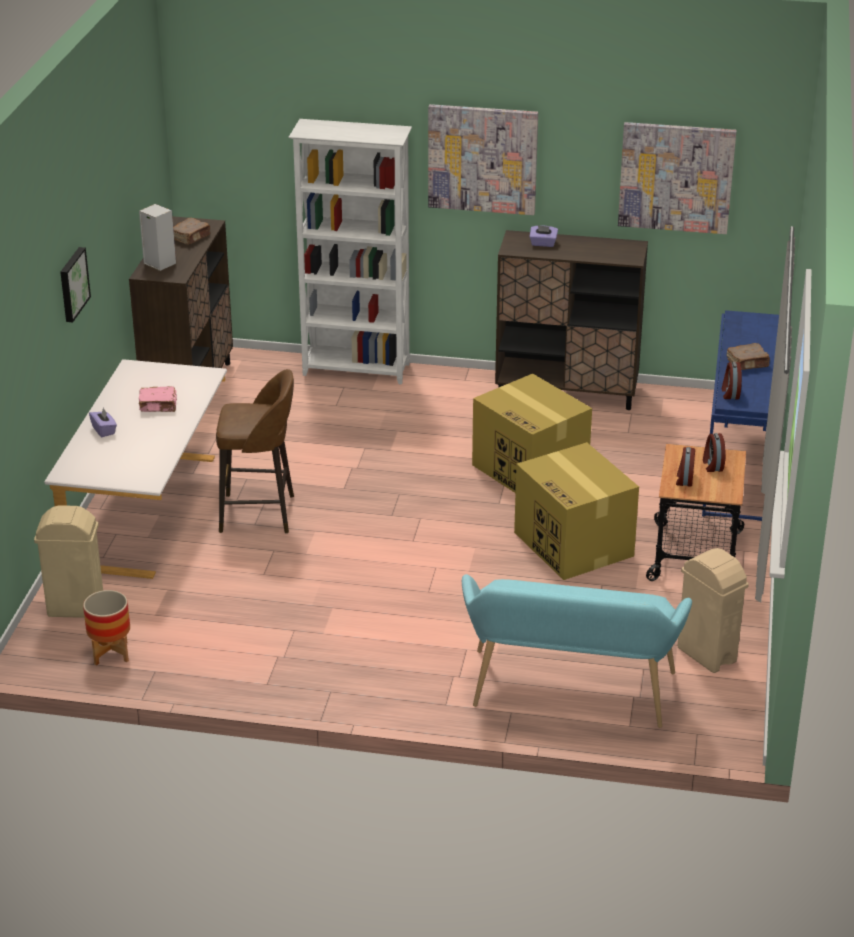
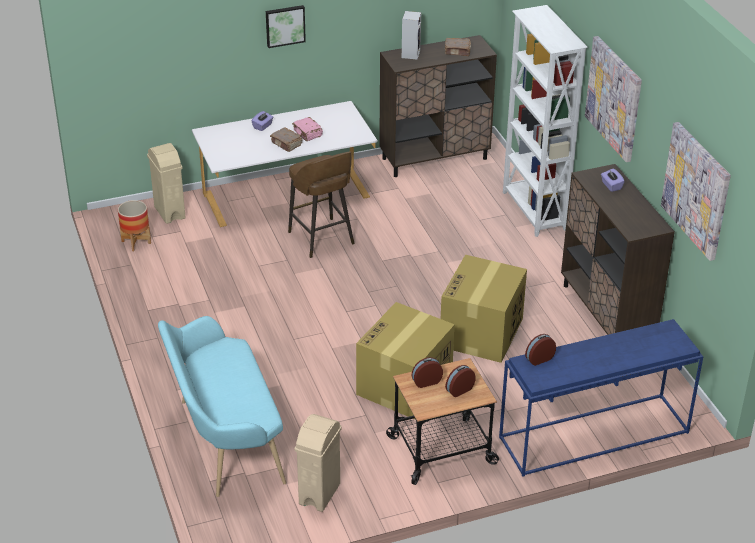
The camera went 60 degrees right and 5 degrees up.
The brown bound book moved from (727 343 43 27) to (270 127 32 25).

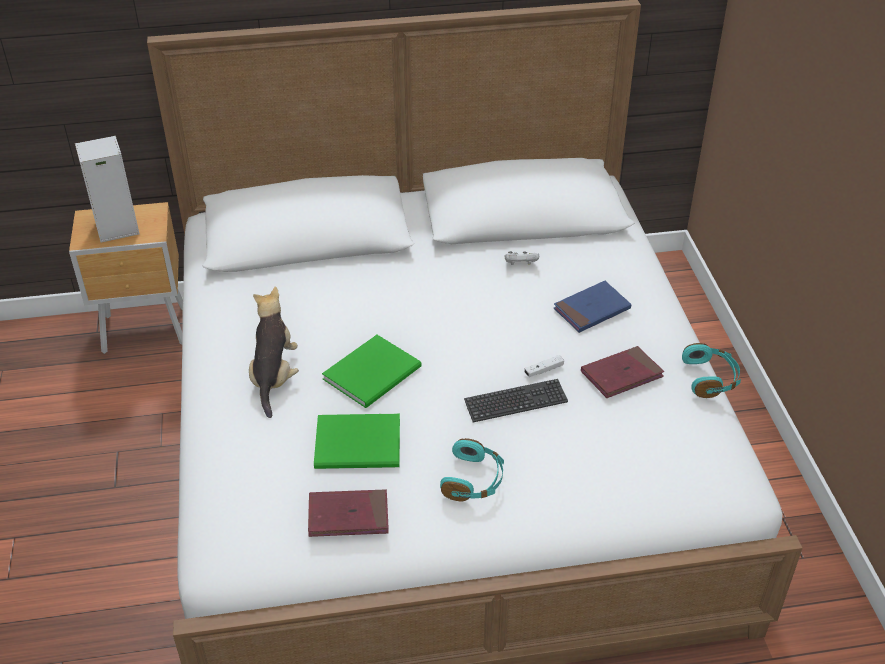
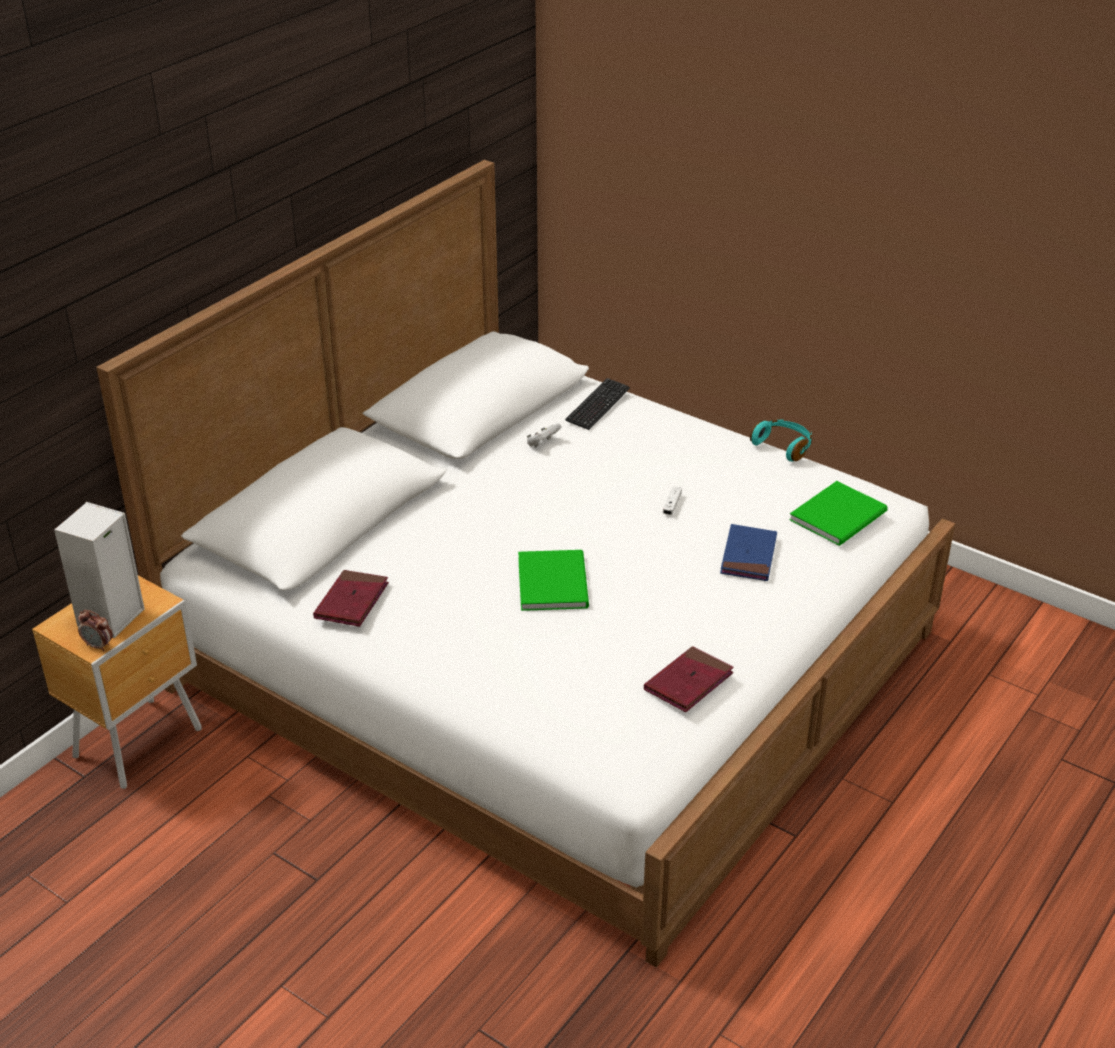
The camera went 45 degrees left and 5 degrees down.
The blue-coloured bound book moved from (554 281 77 52) to (720 524 57 57).
The cuddly toy at (249 287 50 131) disappeared.
The red bound book moved from (581 346 83 52) to (313 570 76 57).
The PC keyboard moved from (464 379 104 44) to (565 378 65 52).
The greenish bound book moved from (314 414 86 55) to (789 481 99 65).
The turquoise-coloured headset at (440 438 64 63) disappeared.
The table clock at (78 610 35 42) appeared.

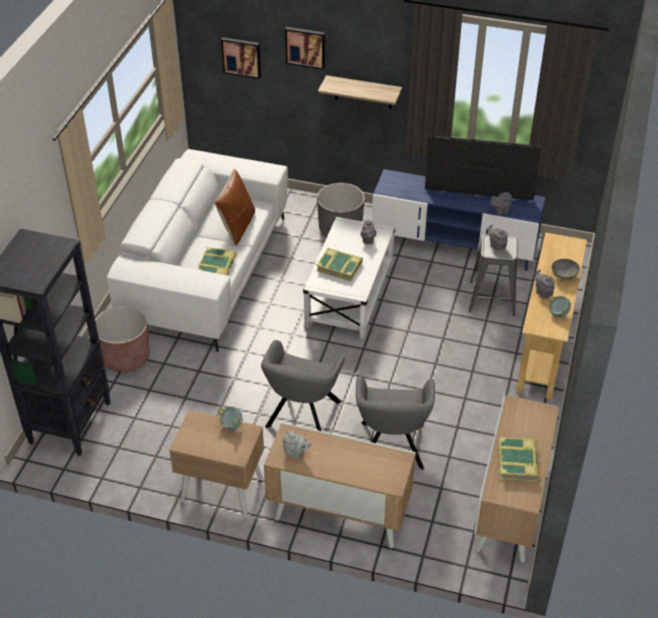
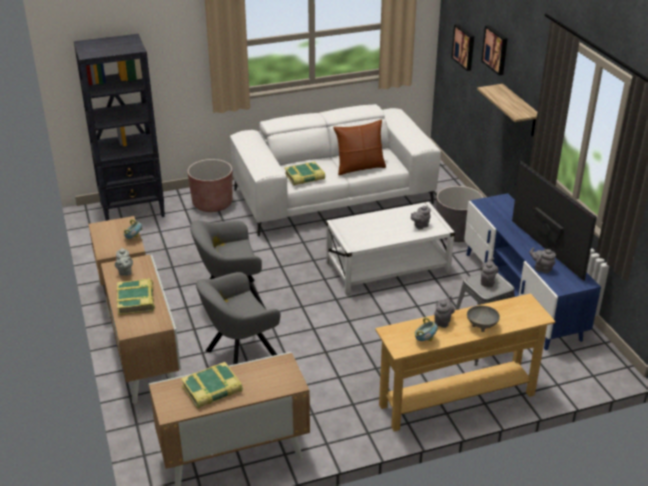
The camera went 55 degrees right and 10 degrees down.
The bound book moved from (316 248 47 33) to (117 278 38 37).

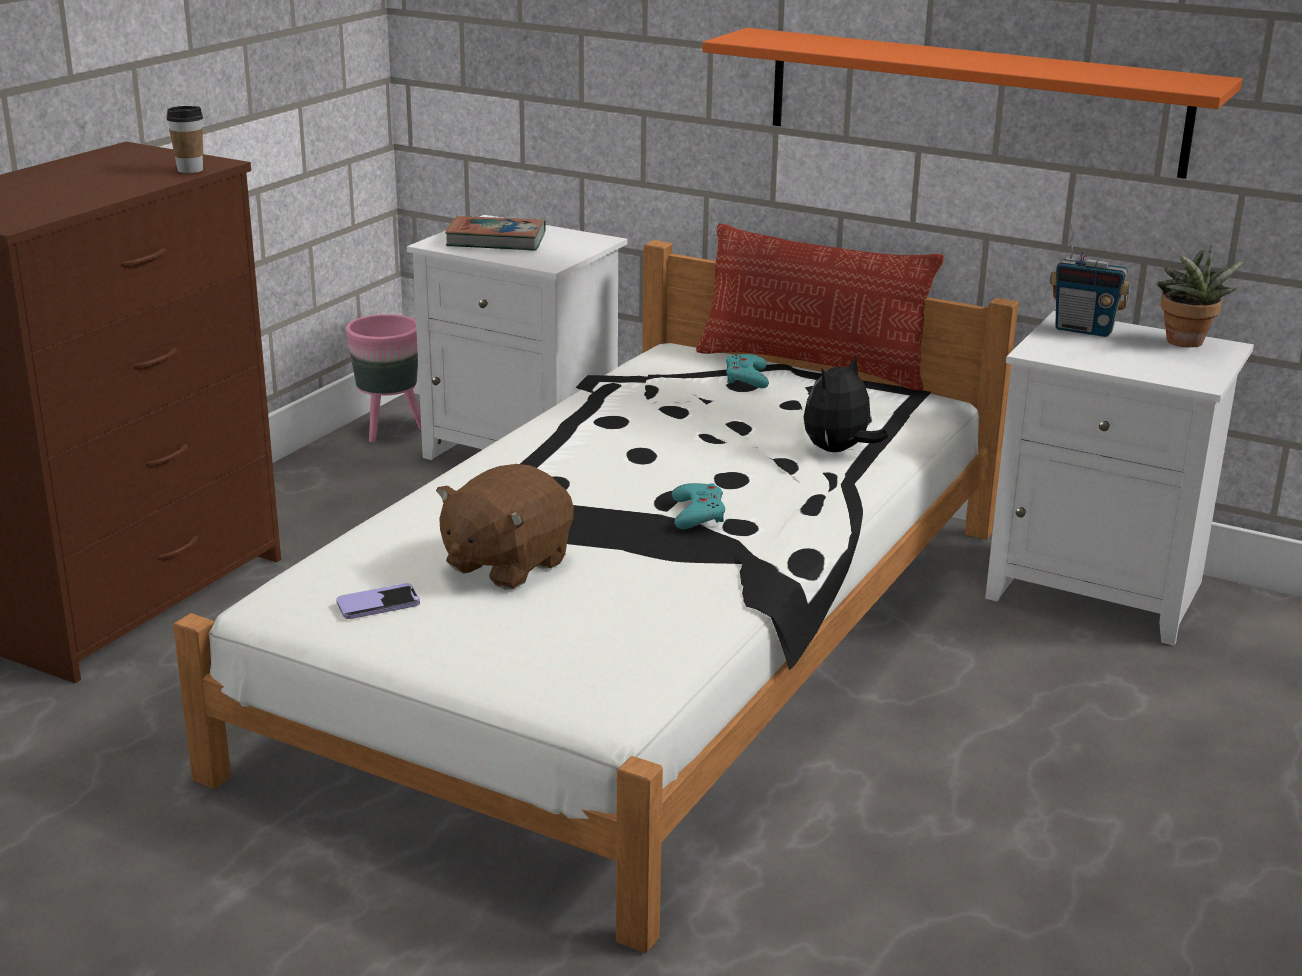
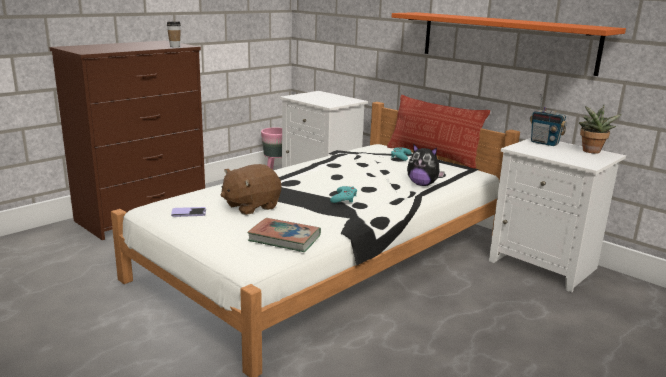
The camera went 15 degrees right and 5 degrees down.
The bound book moved from (445 216 100 35) to (247 218 74 34).
The cuddly toy at (804 354 84 98) turned 120 degrees counterclockwise.

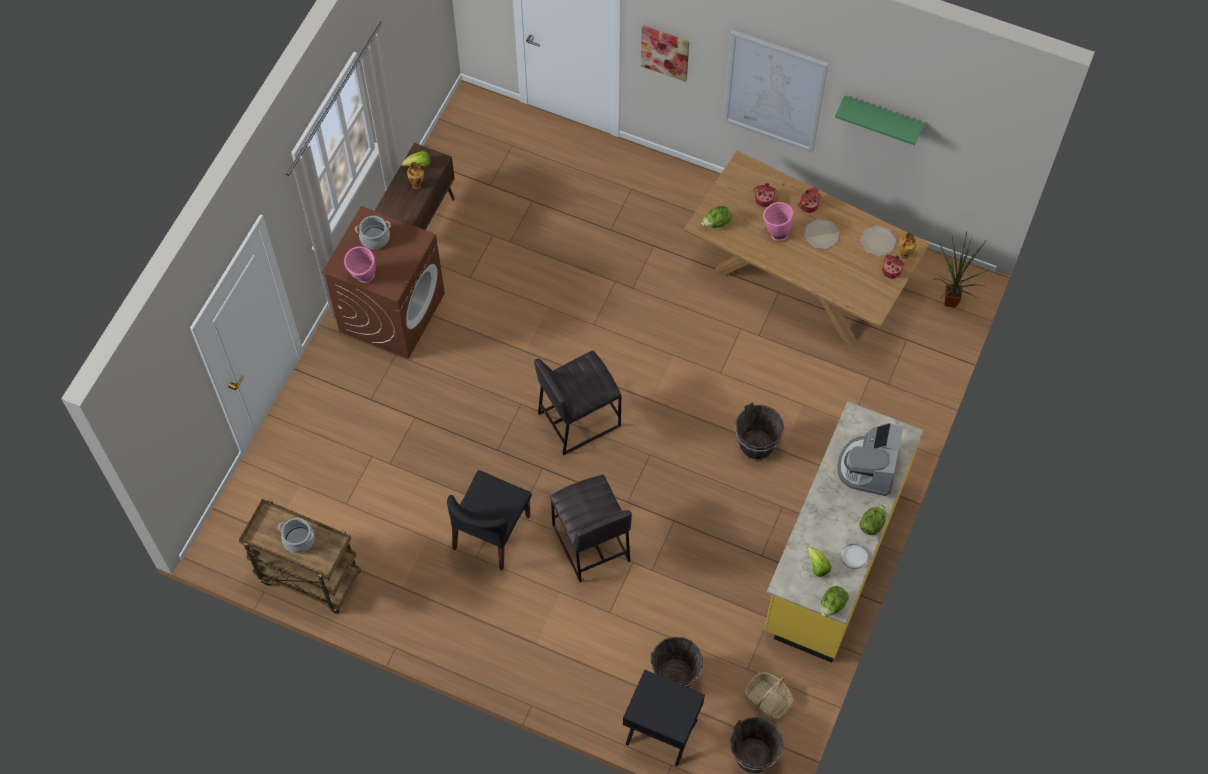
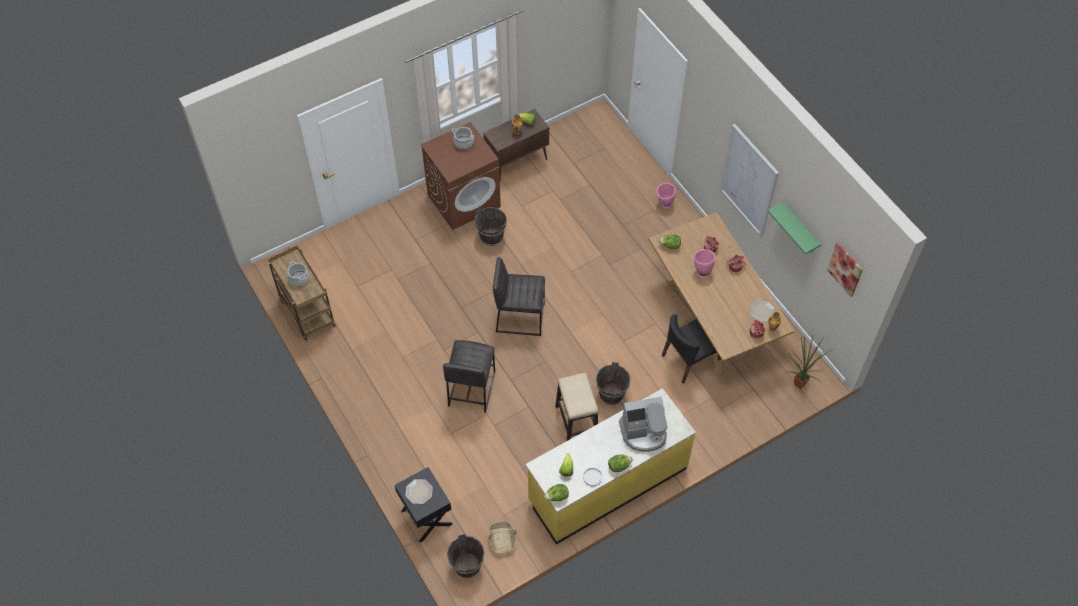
The camera went 35 degrees right and 5 degrees down.
The wall picture moved from (641 25 48 57) to (827 242 36 55).
The flat dish moved from (804 219 35 30) to (405 479 28 25).
The pinkish decorative vase moved from (344 246 32 37) to (656 183 20 25).
The coffee maker at (837 423 66 73) turned 150 degrees counterclockwise.
The black-coloured chair moved from (447 470 85 101) to (662 314 59 70).
The brown water bucket moved from (650 637 54 51) to (475 207 32 39).
The stool at (555 373 43 68) appeared.

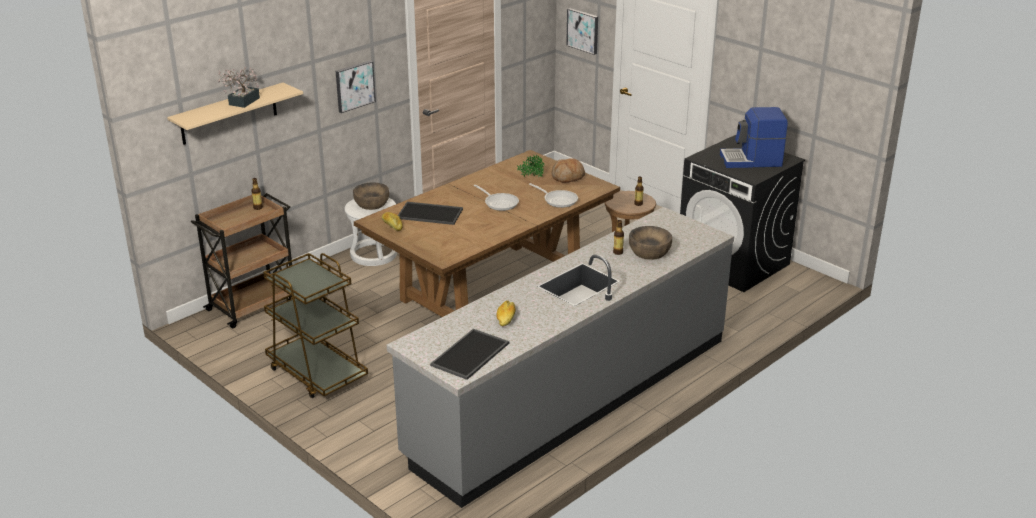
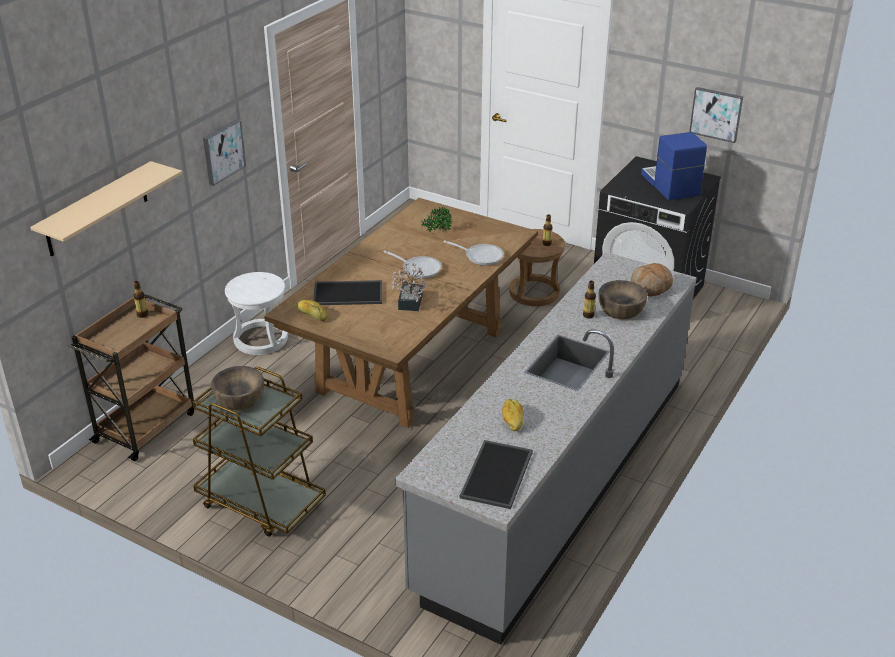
The camera went 15 degrees left and 5 degrees up.
The wall picture moved from (566 8 32 47) to (689 87 54 56).
The plant in a pot moved from (218 67 42 41) to (392 263 36 48).
The coffee maker at (720 107 68 61) turned 90 degrees clockwise.
The baked bread moved from (552 158 33 25) to (631 263 42 34).
The brown serving bowl moved from (353 182 36 28) to (211 366 53 44).

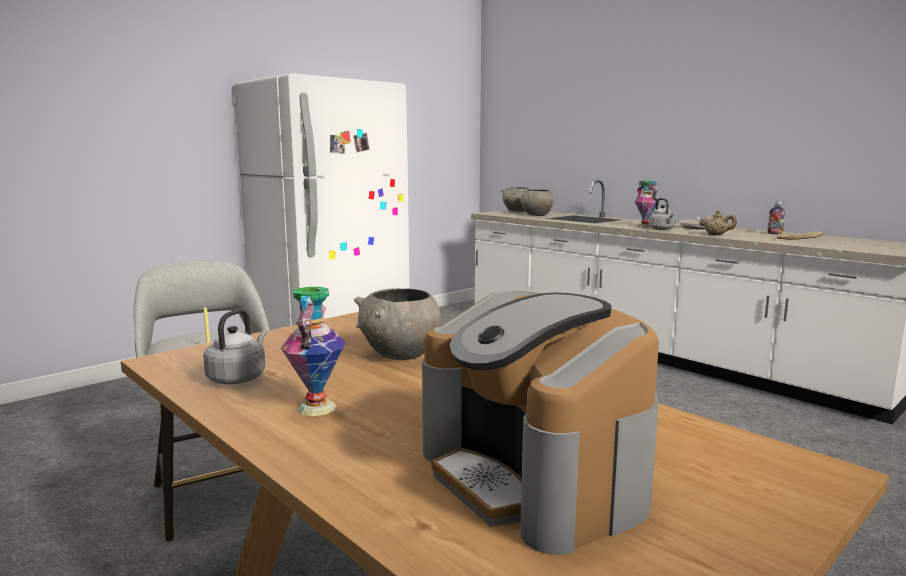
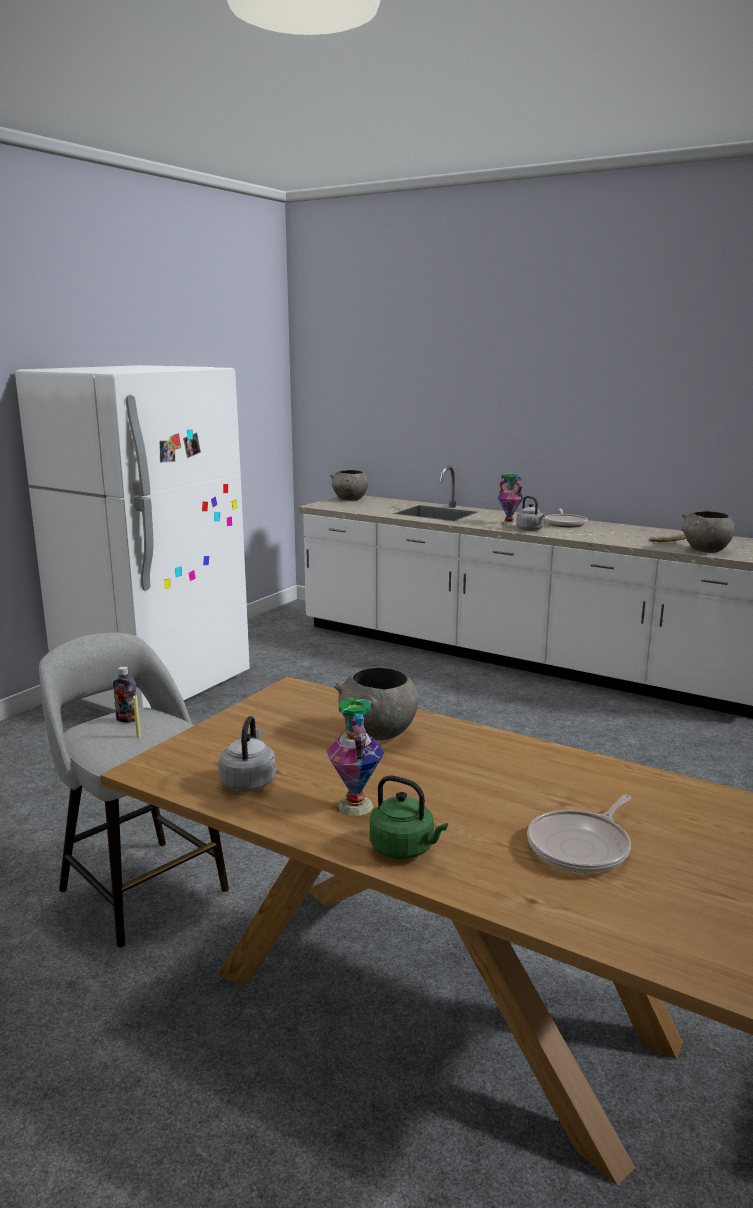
The camera went 15 degrees left and 5 degrees up.
The grey serving bowl moved from (520 189 33 27) to (681 511 53 42).
The drink bottle moved from (767 201 18 33) to (113 666 24 56).
The sand-coloured teapot at (699 210 38 25) disappeared.
The coffee maker at (422 291 237 264) was replaced by the pan at (527 795 104 78).
The greenish water kettle at (370 775 78 84) appeared.

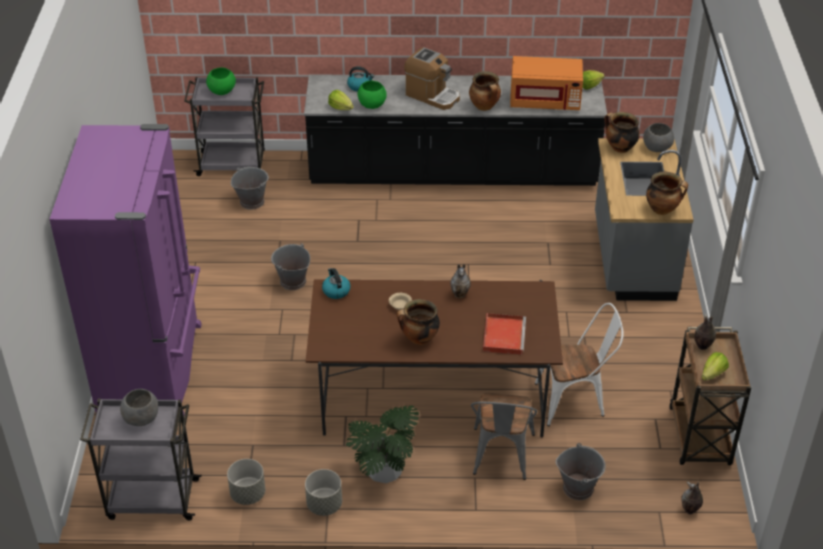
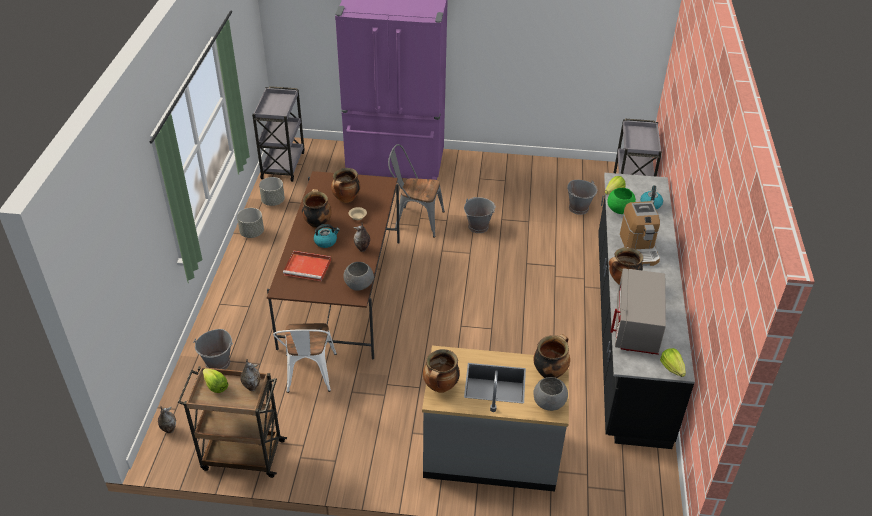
The camera went 95 degrees right and 0 degrees up.
The coffee maker at (404 48 56 62) turned 45 degrees counterclockwise.
The orange-coloured microwave at (510 56 73 54) became the grey microwave at (611 268 55 87).
The greenish serving bowl at (206 68 30 27) disappeared.
The water kettle moved from (322 268 28 31) to (314 224 26 24).
The grey serving bowl moved from (120 389 38 37) to (343 262 31 29).
The grey chair moved from (471 393 66 87) to (388 144 57 94).
The plant in a pot at (346 405 73 78) disappeared.
The saucepot at (331 168 29 35) appeared.

